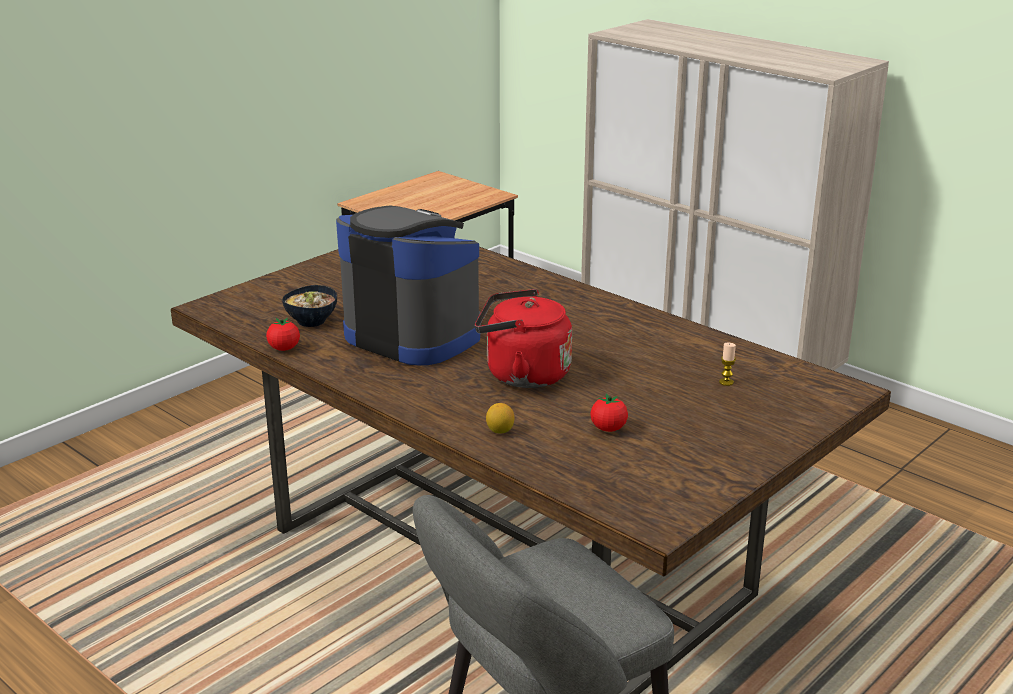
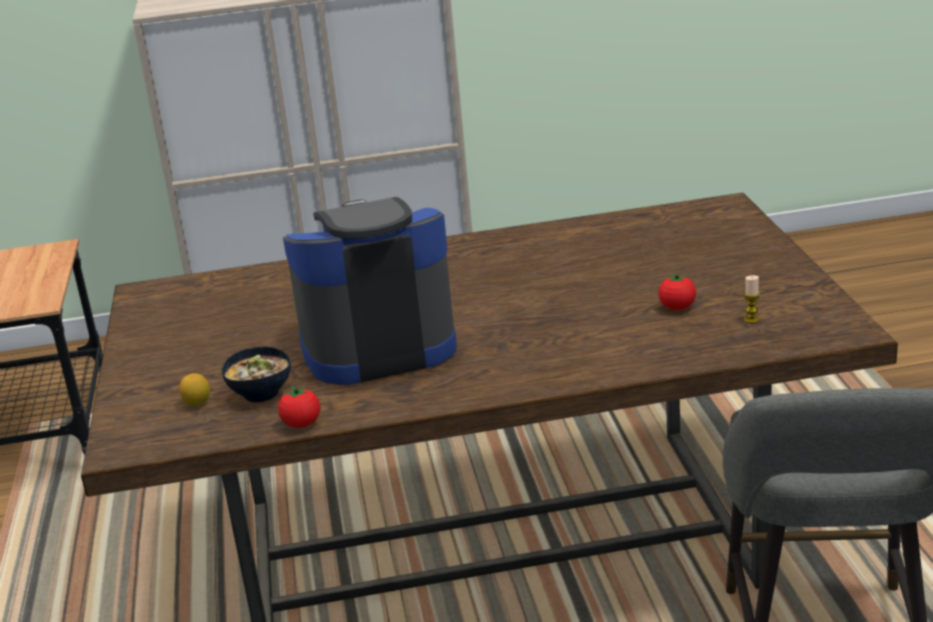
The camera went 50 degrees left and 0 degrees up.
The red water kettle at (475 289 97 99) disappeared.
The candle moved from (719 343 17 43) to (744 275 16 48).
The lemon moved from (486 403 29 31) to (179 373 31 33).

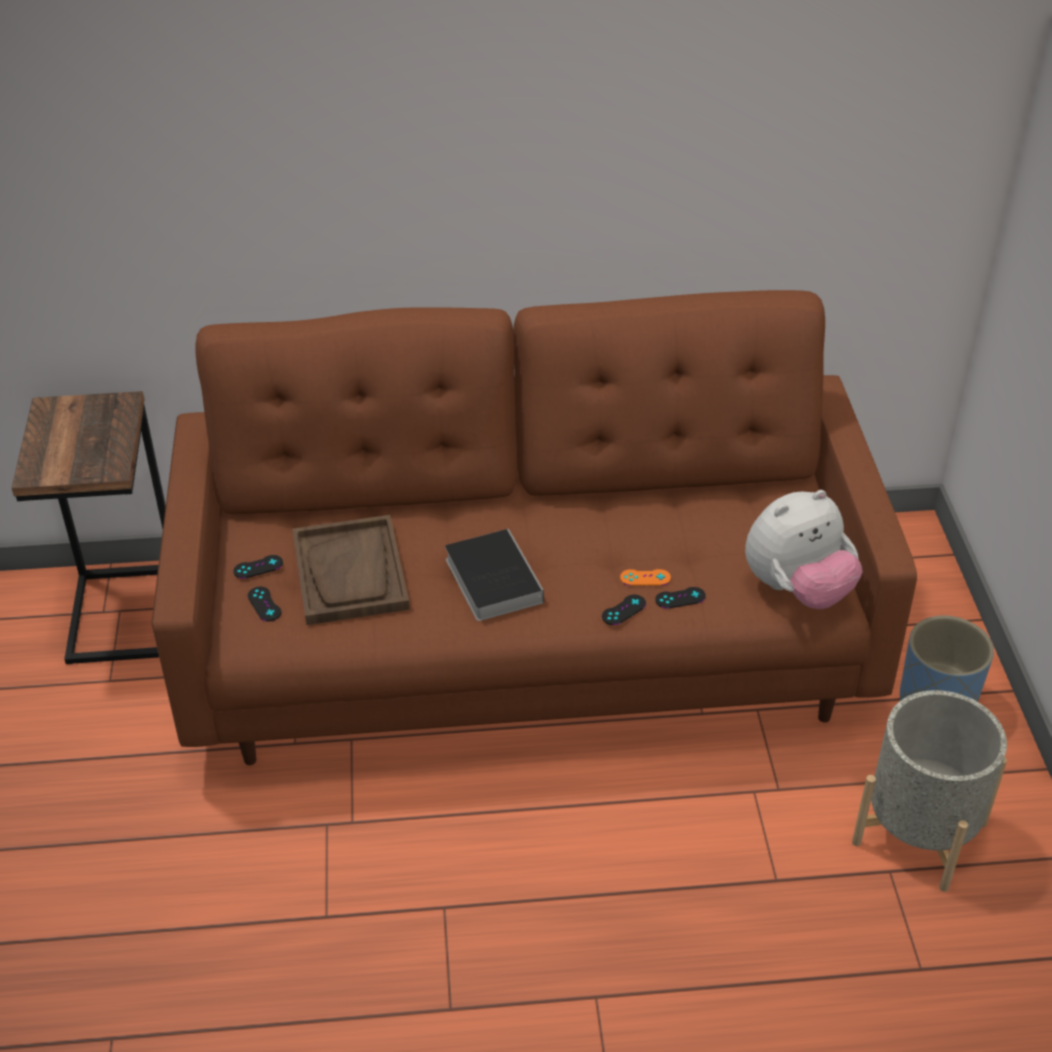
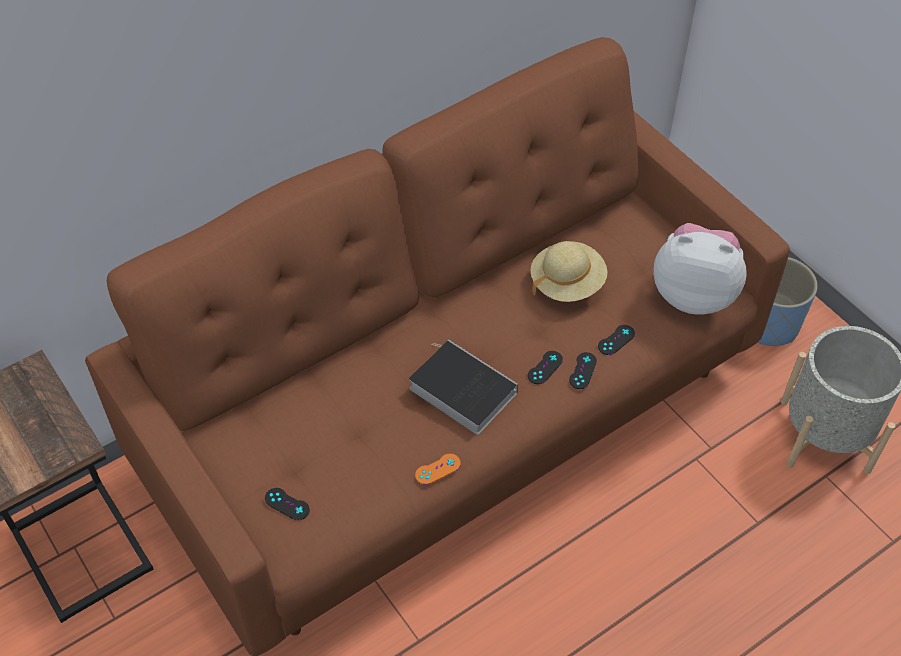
The camera went 30 degrees left and 10 degrees up.
The cuddly toy at (745 490 117 119) turned 105 degrees counterclockwise.
The brown serving tray at (292 515 118 110) disappeared.
The black-coloured joypad moved from (233 555 50 24) to (528 351 35 33).
The orange-coloured joypad moved from (620 569 51 17) to (415 454 46 31).
The sand-coloured wearable hat at (530 241 77 61) appeared.

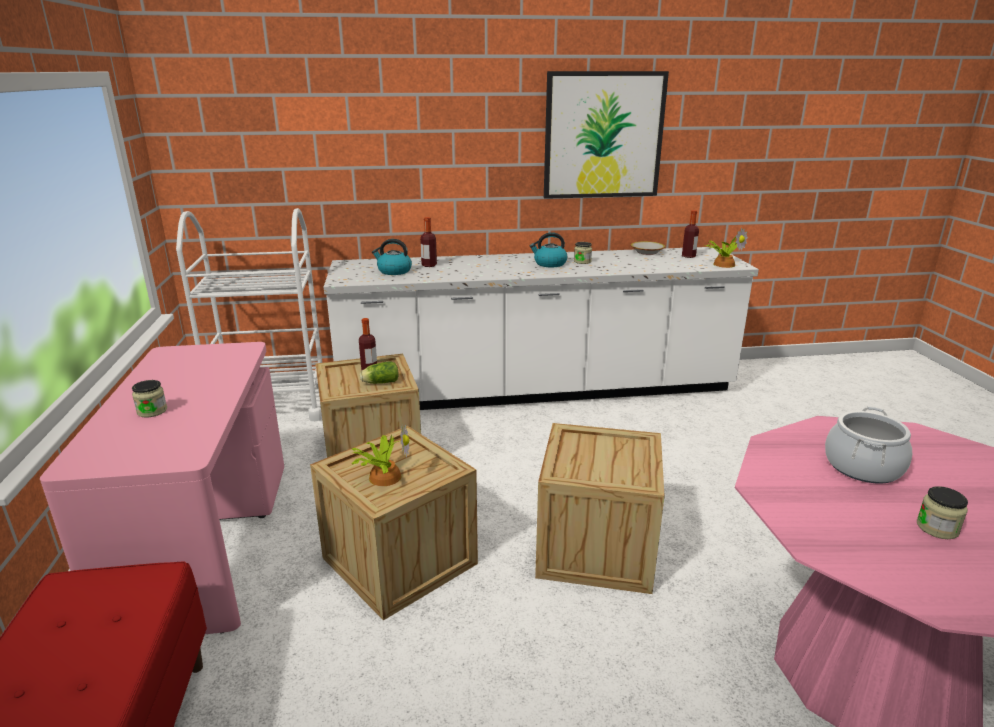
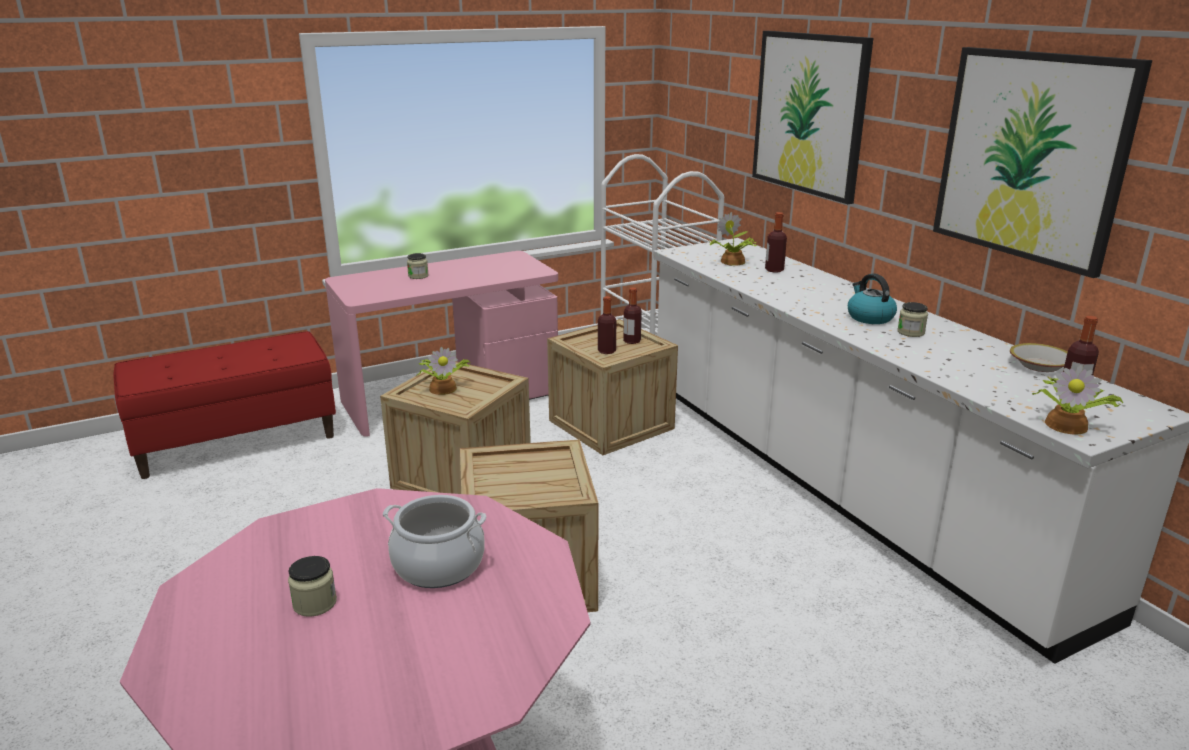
The camera went 70 degrees right and 0 degrees up.
The water kettle at (372 239 40 36) was replaced by the plant in a pot at (709 212 48 54).
The lettuce at (360 362 39 22) was replaced by the drink bottle at (598 296 18 58).
The wall picture at (752 31 121 173) appeared.

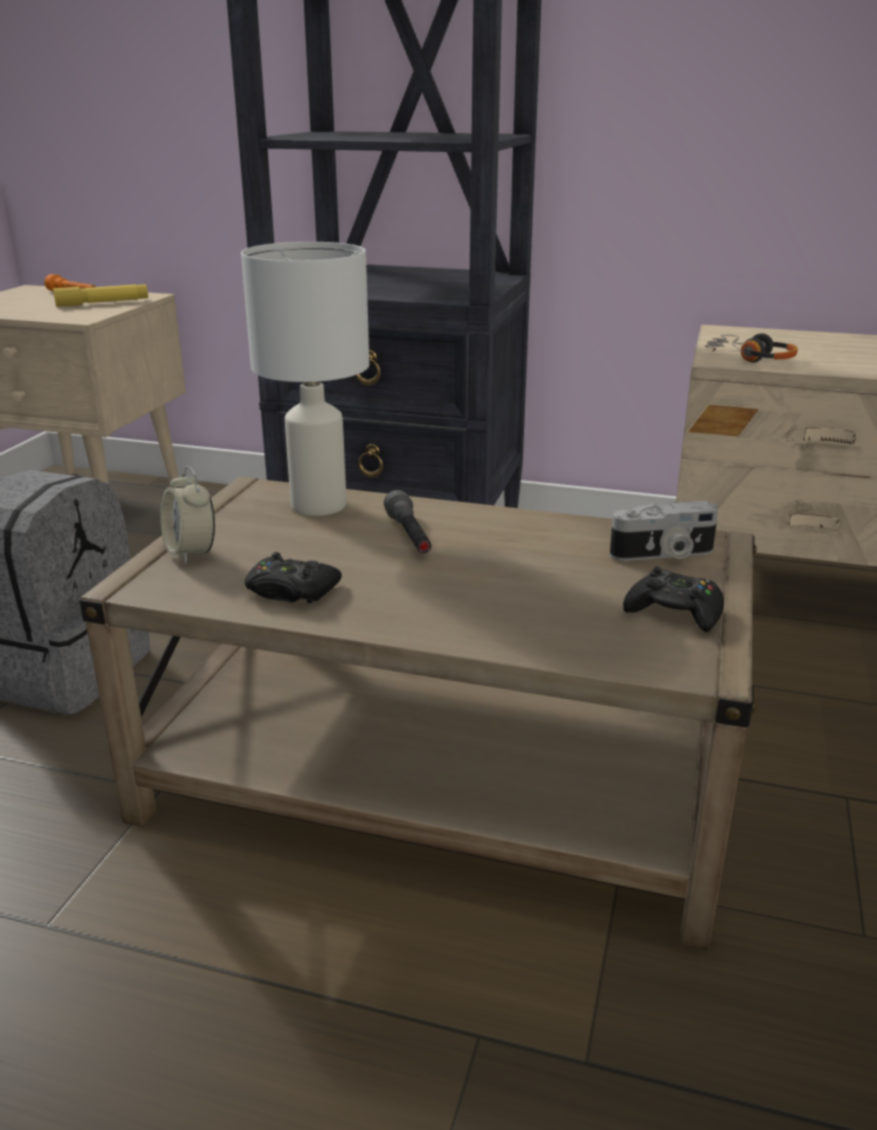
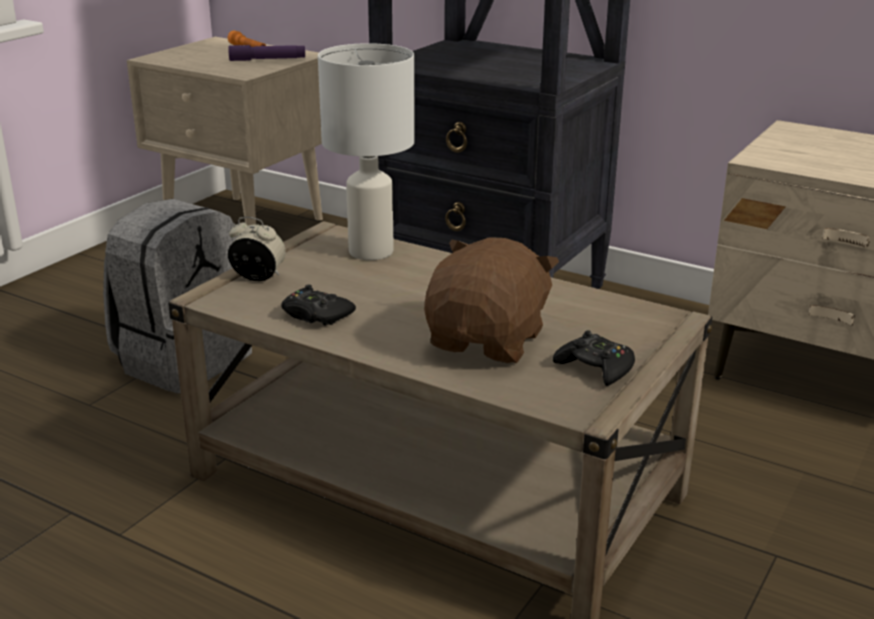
The camera went 15 degrees right and 0 degrees up.
The yellow flashlight at (53 284 95 23) became the purple flashlight at (228 45 77 16).
The headset at (705 333 93 30) disappeared.
The table clock at (160 466 55 98) turned 120 degrees clockwise.
The grey flashlight at (384 490 48 63) disappeared.
The photo camera at (610 501 108 60) disappeared.
The brown cuddly toy at (424 237 135 126) appeared.

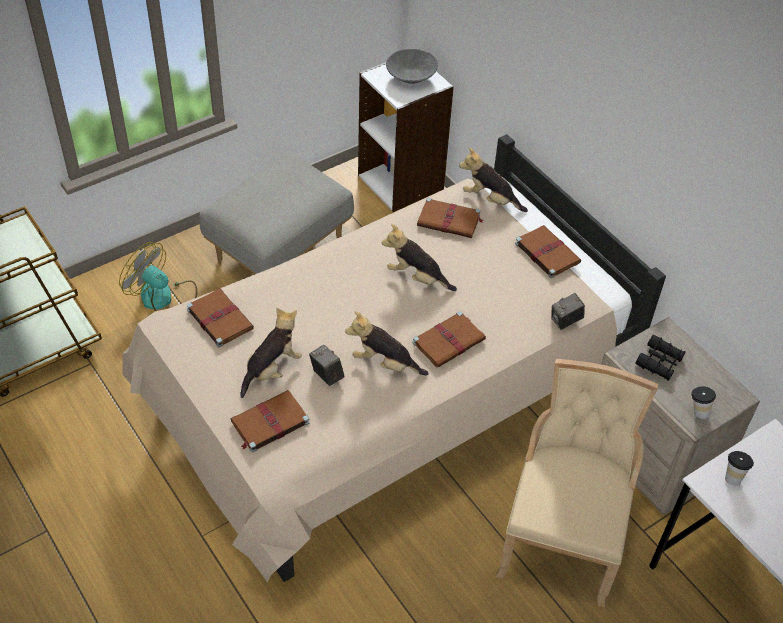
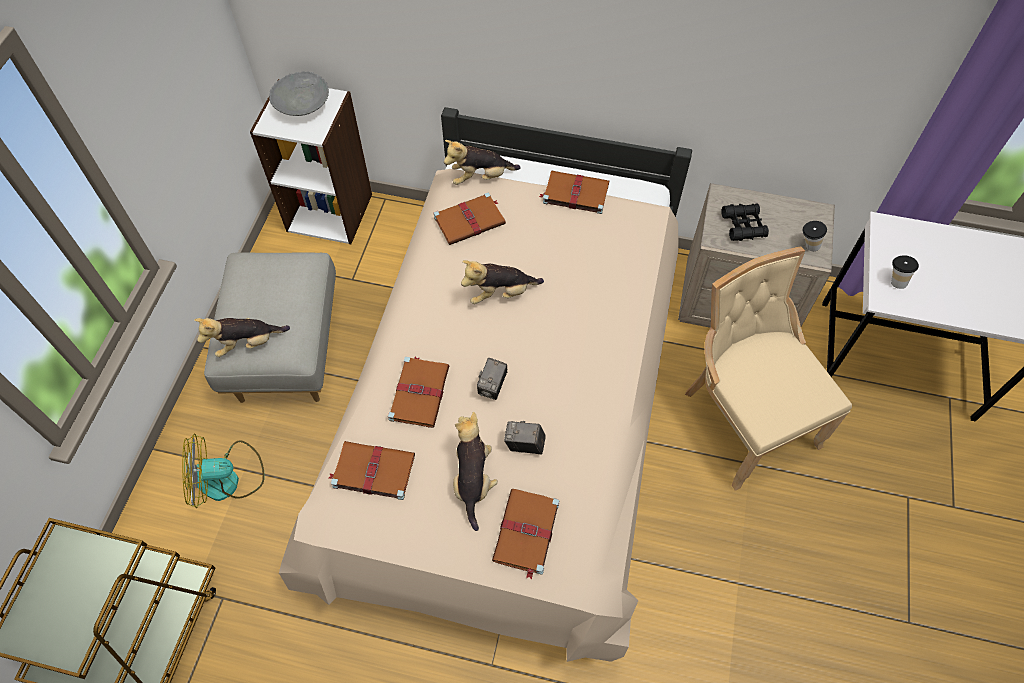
The camera went 40 degrees left and 10 degrees up.
The photo camera moved from (551 293 34 37) to (477 358 30 42).
The cuddly toy moved from (345 311 84 65) to (194 318 96 39).
The brown bound book moved from (413 311 73 57) to (388 357 61 71).

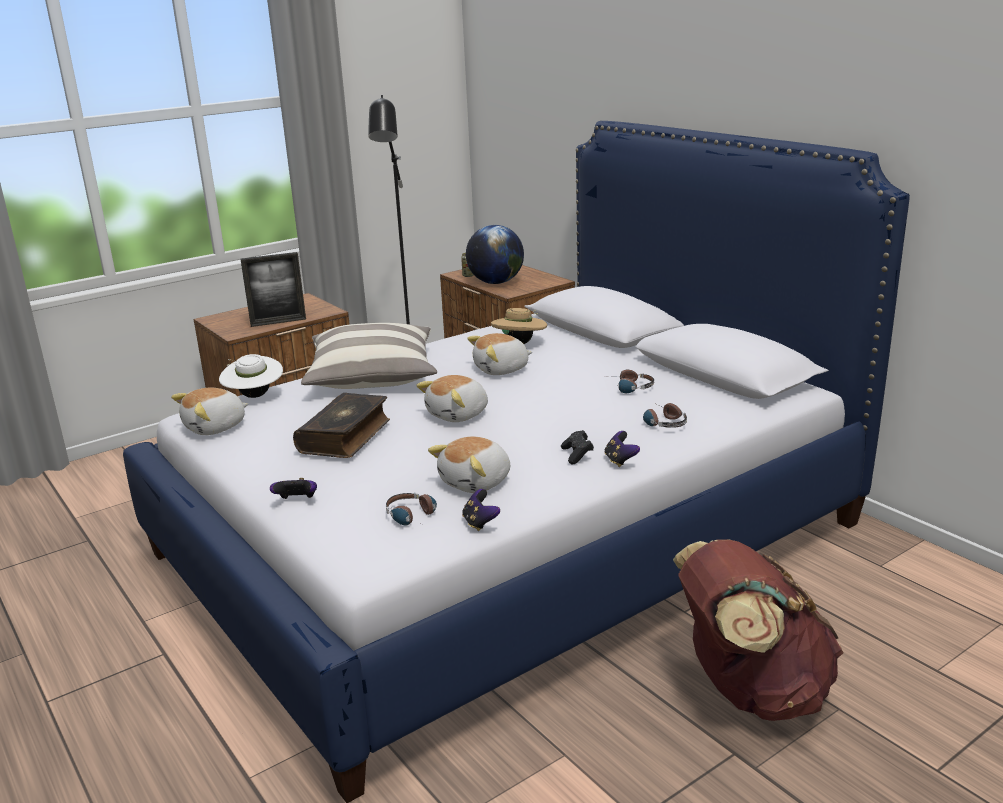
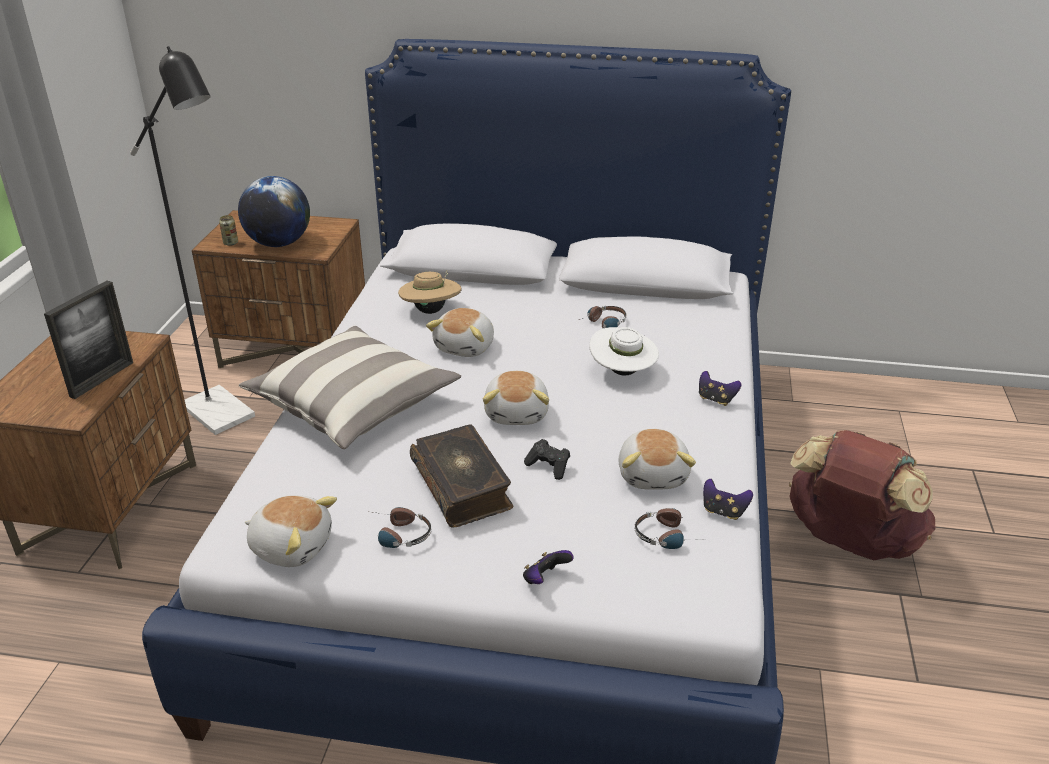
The camera went 45 degrees left and 10 degrees up.
The white wearable hat moved from (219 354 64 44) to (590 327 69 48).
The cuddly toy at (171 388 77 47) turned 75 degrees counterclockwise.
The headset moved from (643 403 44 25) to (374 507 57 41).
The black-coloured joypad moved from (561 430 33 35) to (524 439 46 41).

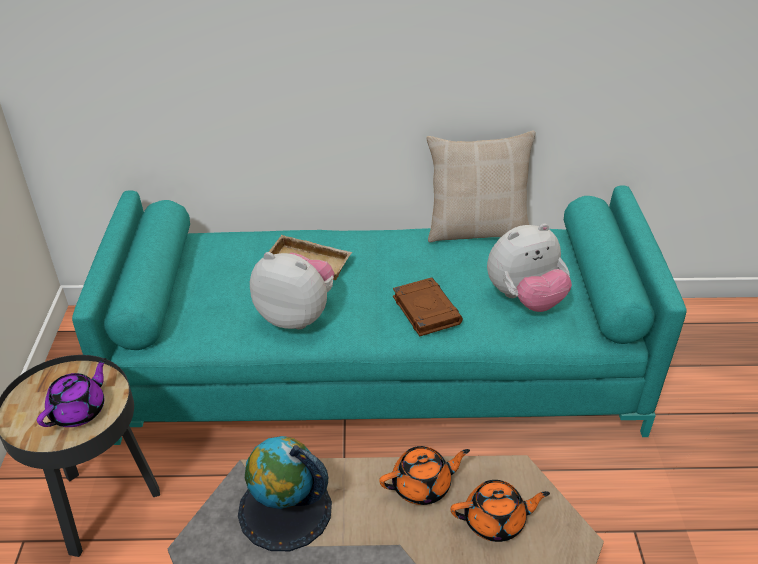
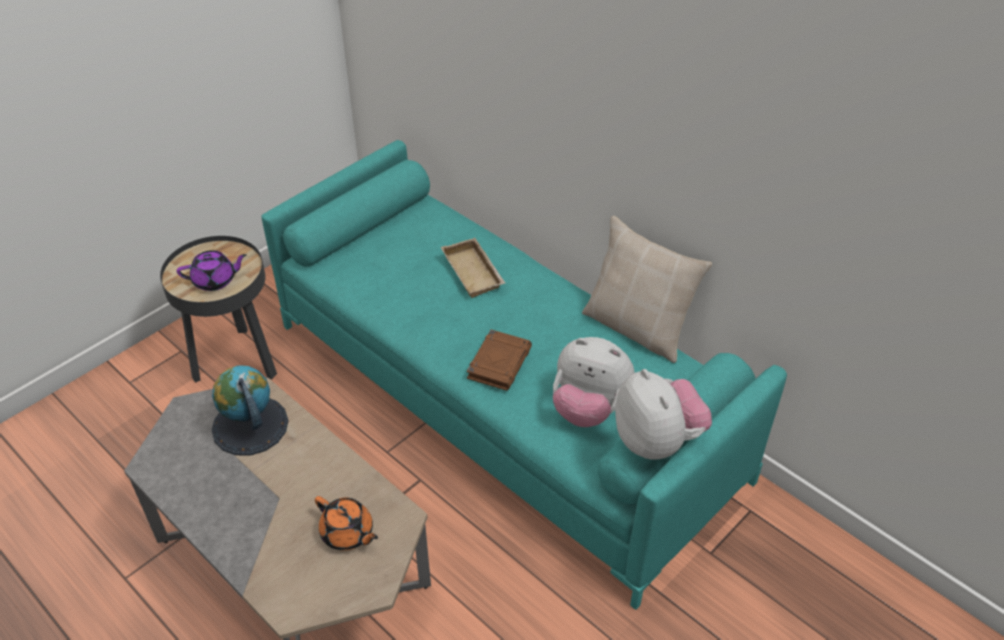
The camera went 45 degrees right and 5 degrees up.
The cuddly toy moved from (250 252 84 77) to (615 369 97 91).
The orange-coloured teapot at (379 446 91 59) disappeared.

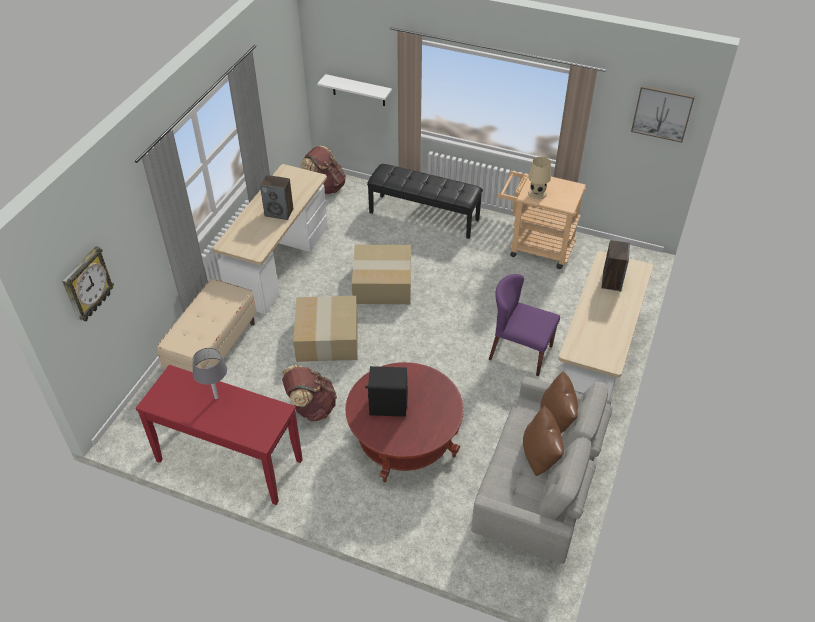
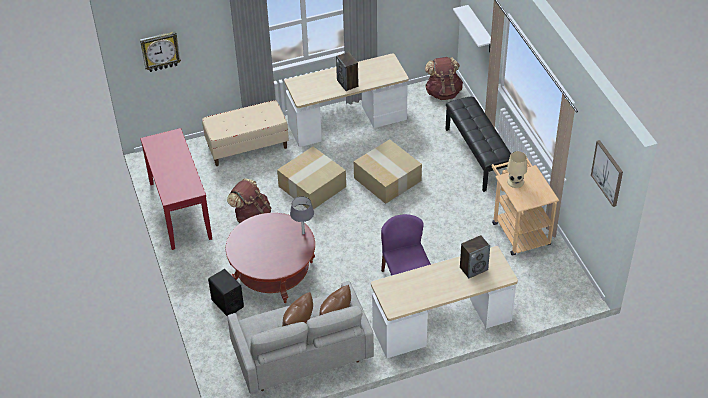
The camera went 50 degrees right and 0 degrees up.
The grey table lamp moved from (192 348 35 51) to (290 196 24 39).
The black-coloured loudspeaker moved from (365 366 43 51) to (208 269 36 48).

